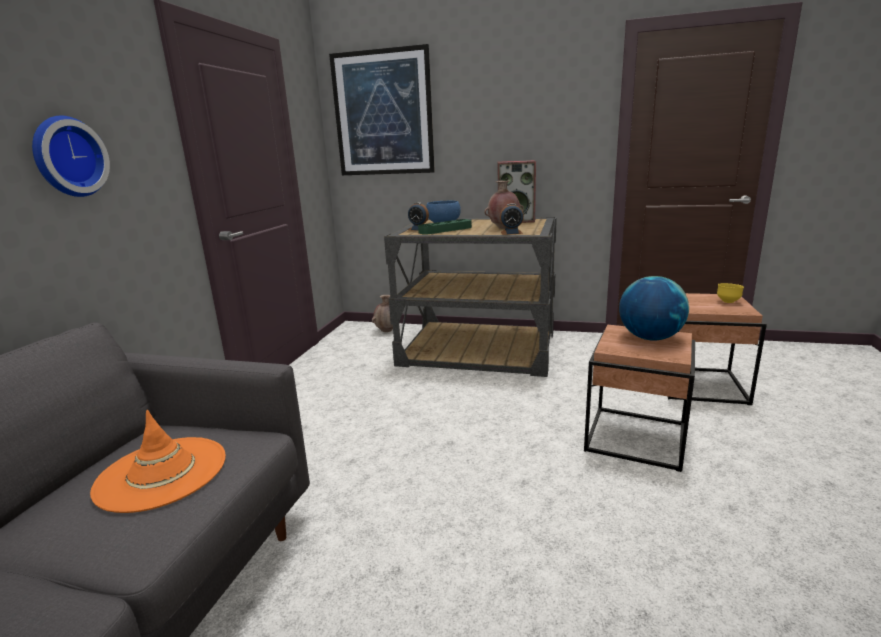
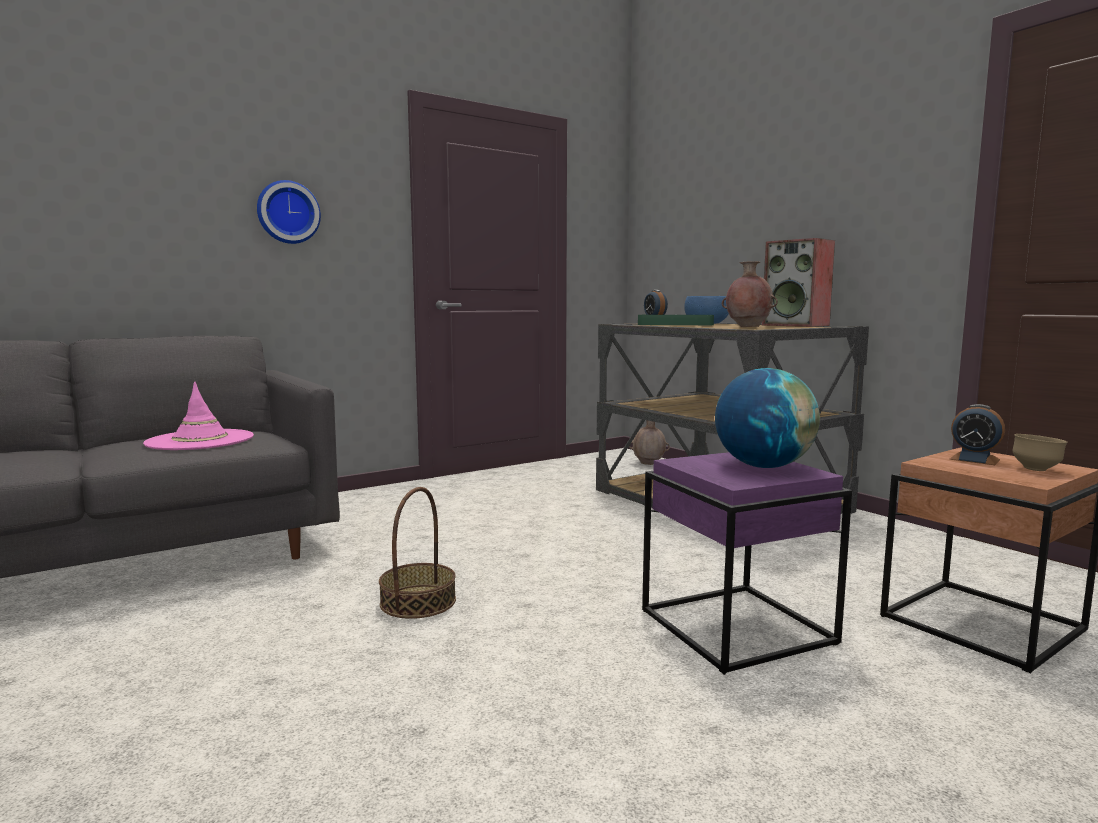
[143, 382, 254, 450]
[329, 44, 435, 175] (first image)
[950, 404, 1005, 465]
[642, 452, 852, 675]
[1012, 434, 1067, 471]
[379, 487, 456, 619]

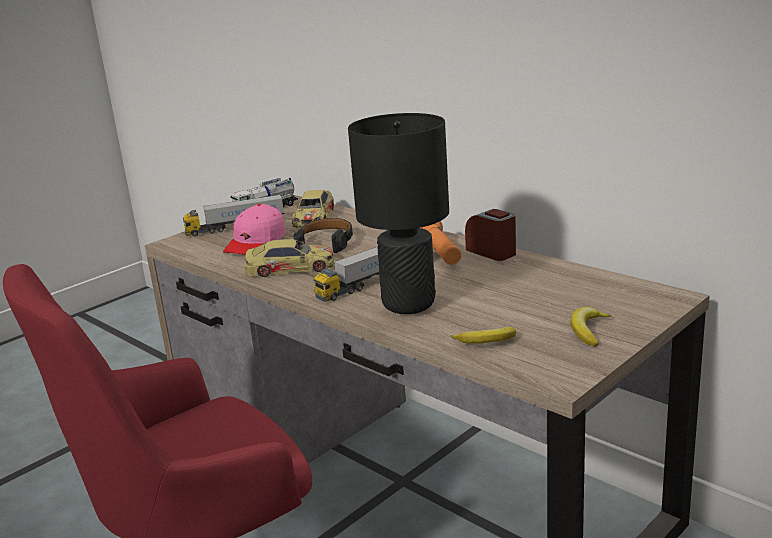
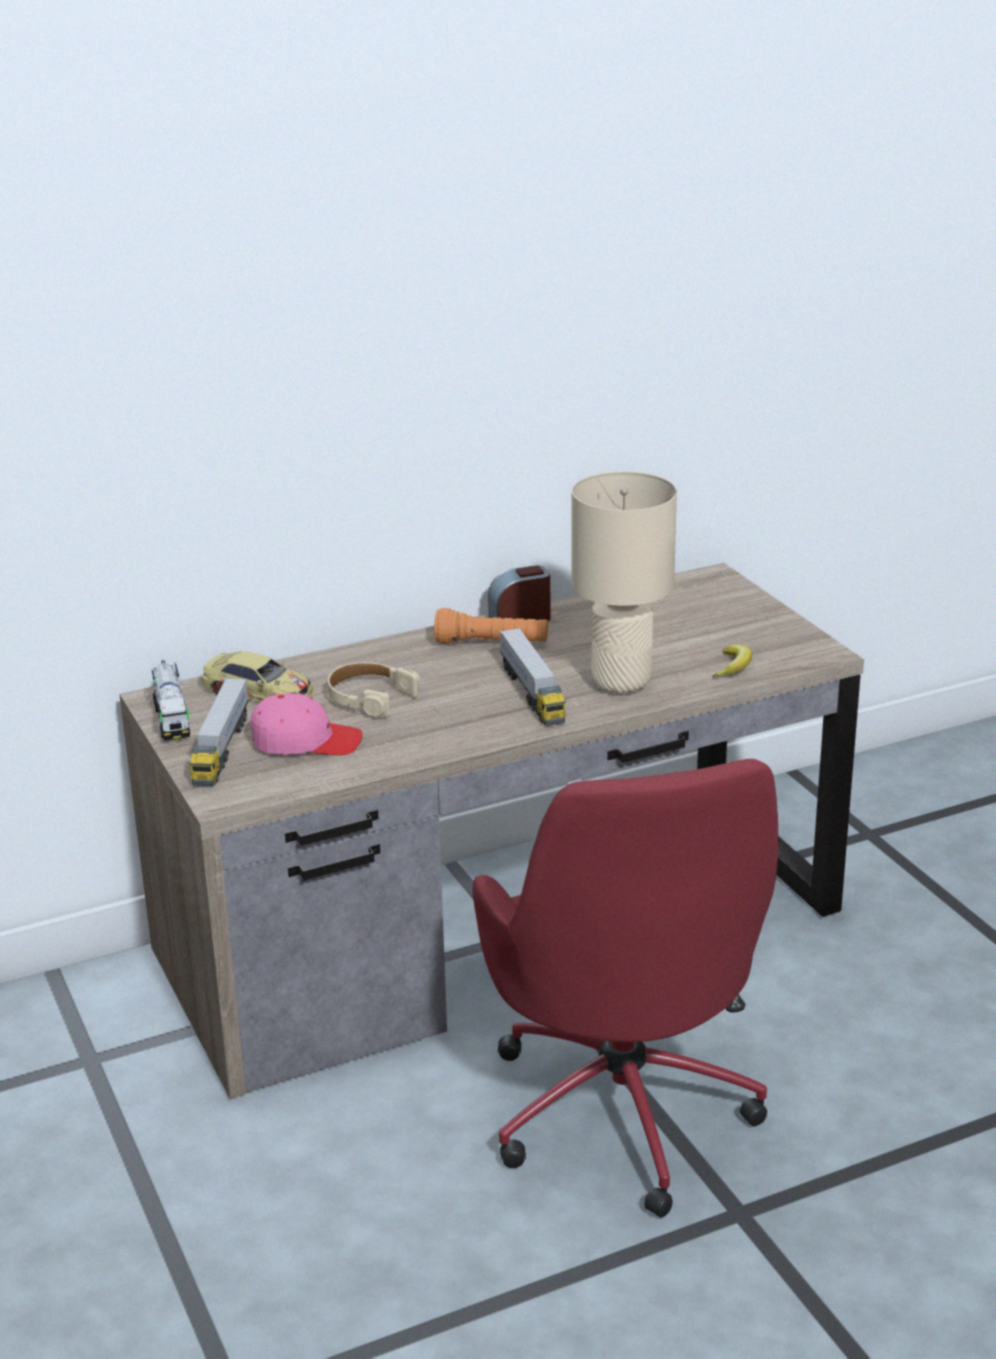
[251, 693, 362, 755]
[244, 239, 335, 277] (first image)
[328, 662, 420, 718]
[572, 471, 677, 693]
[571, 307, 612, 347] (first image)

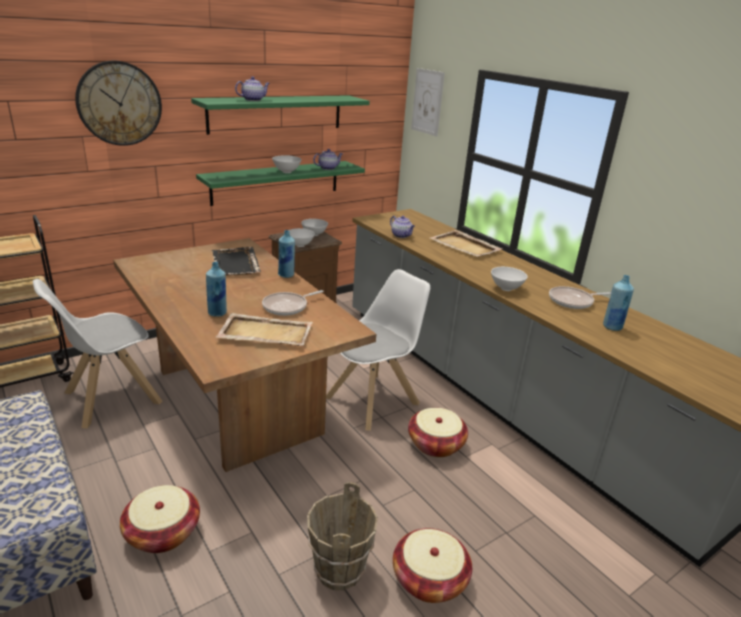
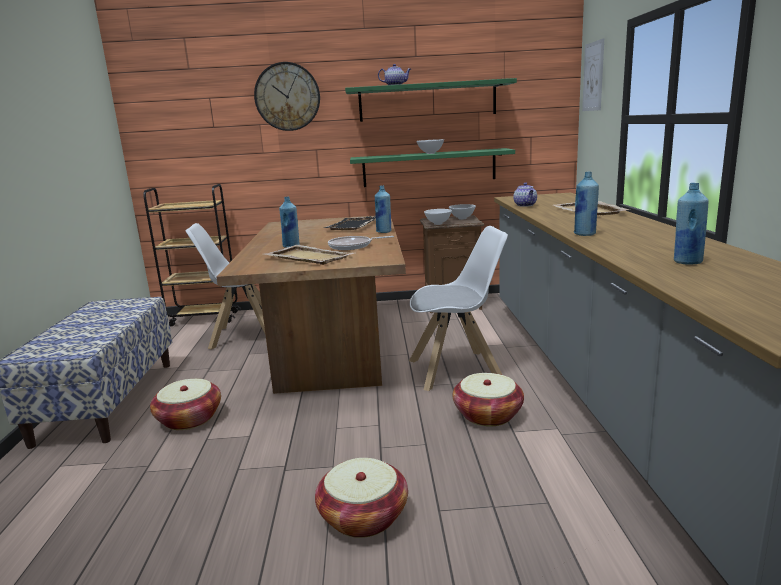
[307, 482, 378, 590] (first image)
[313, 149, 343, 170] (first image)
[574, 172, 599, 236]
[549, 286, 611, 309] (first image)

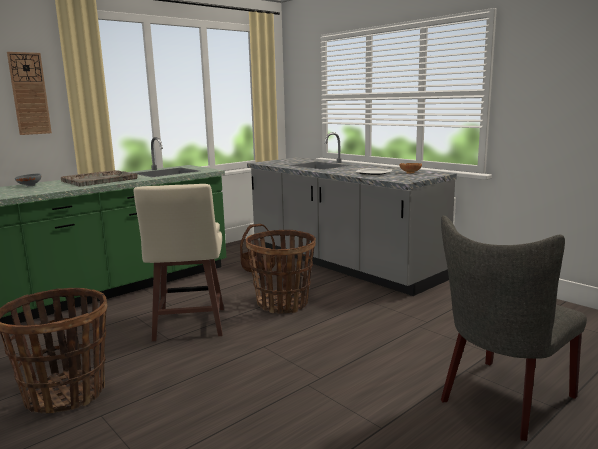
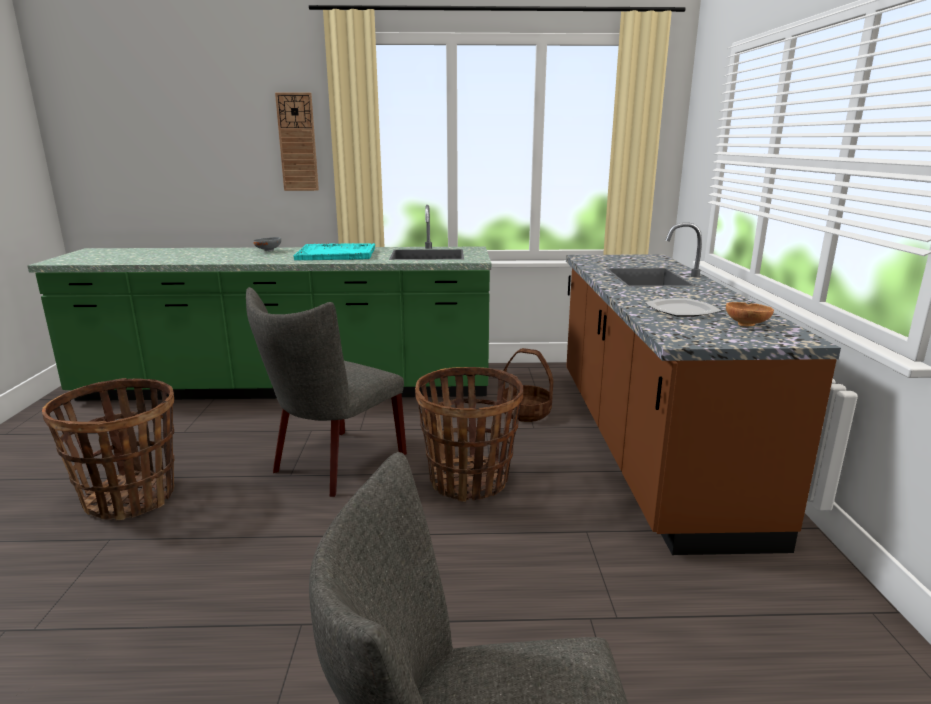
[294, 243, 375, 260]
[246, 287, 407, 497]
[566, 222, 841, 555]

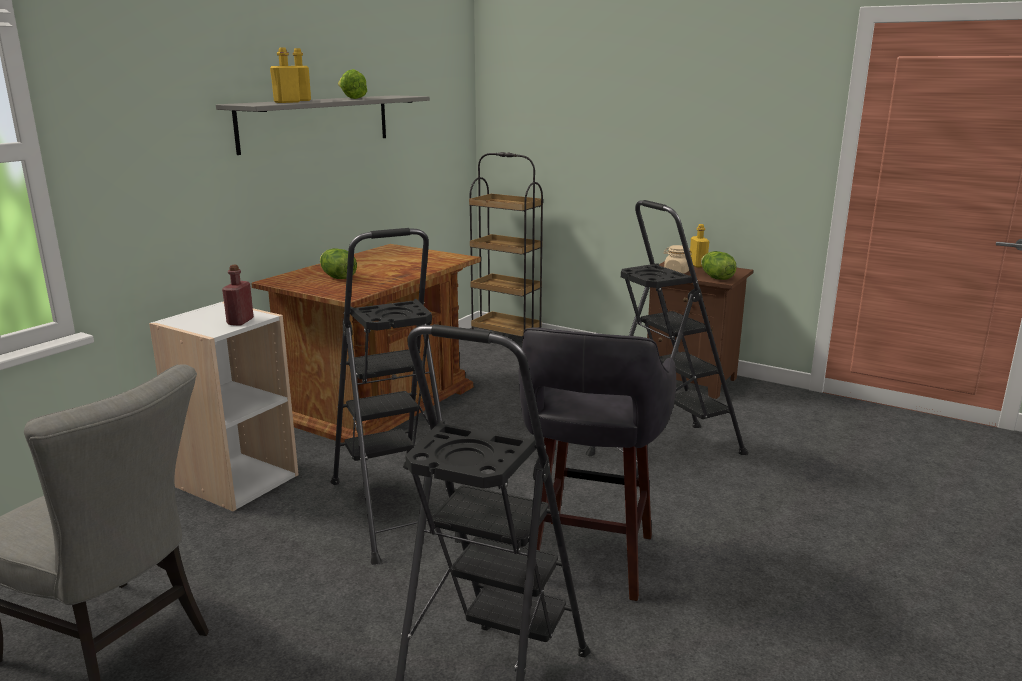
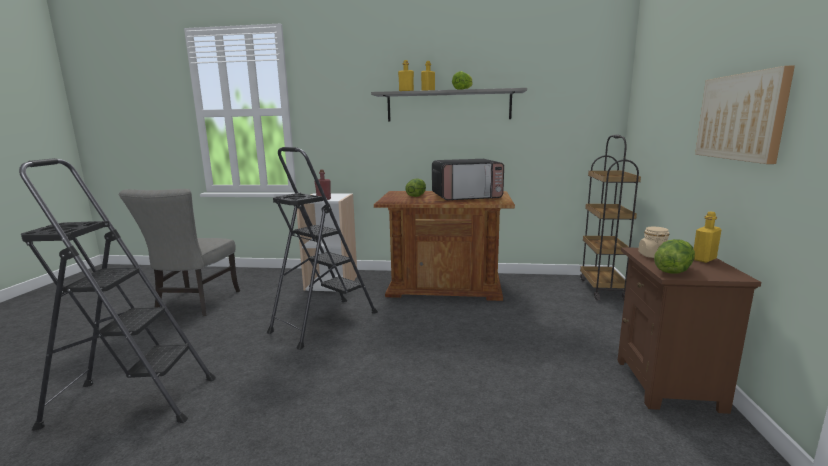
[519, 328, 676, 601] (first image)
[586, 200, 749, 477] (first image)
[432, 159, 504, 200]
[695, 65, 795, 164]

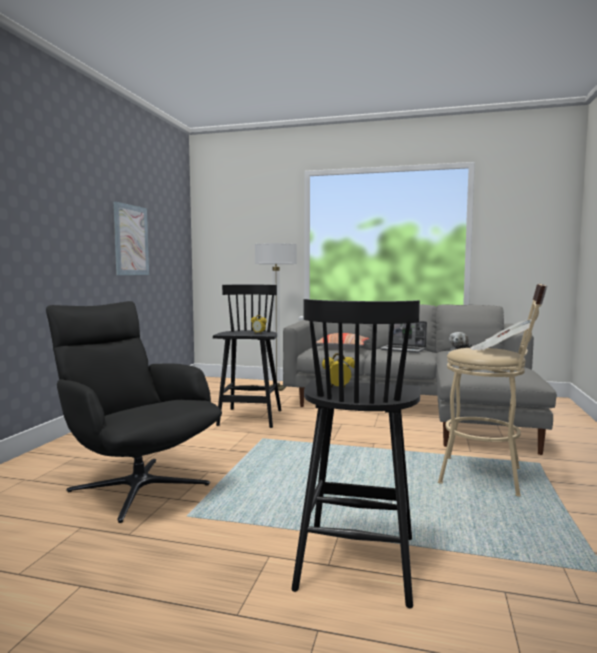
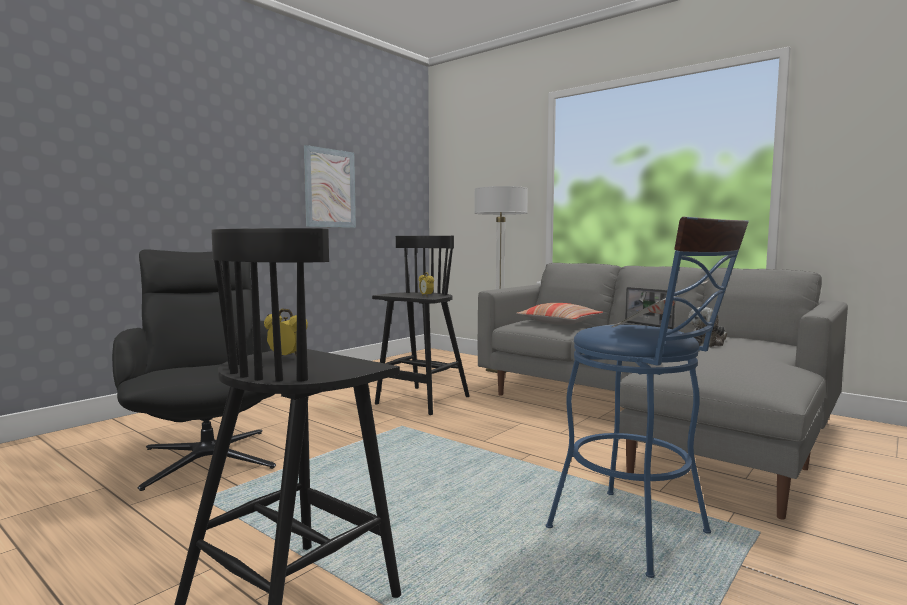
[546, 217, 749, 578]

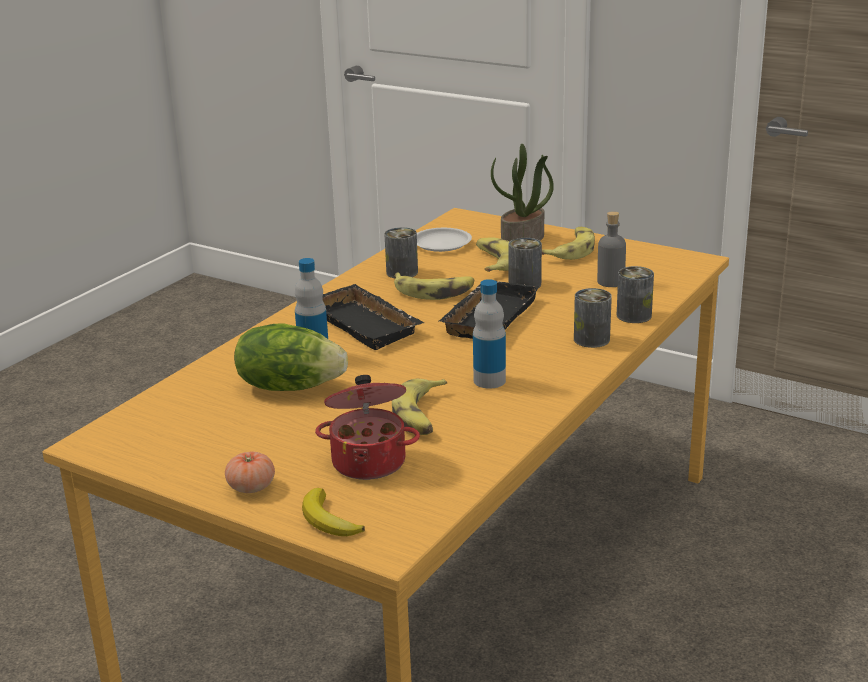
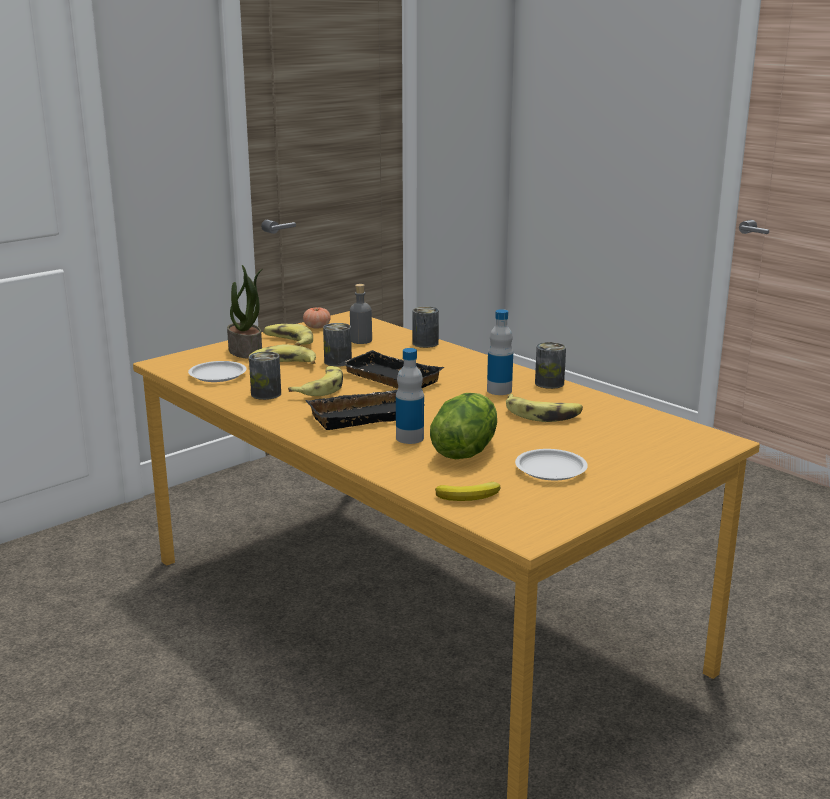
[303, 307, 331, 329]
[435, 482, 500, 501]
[315, 375, 420, 480] (first image)
[535, 342, 566, 389]
[515, 449, 588, 480]

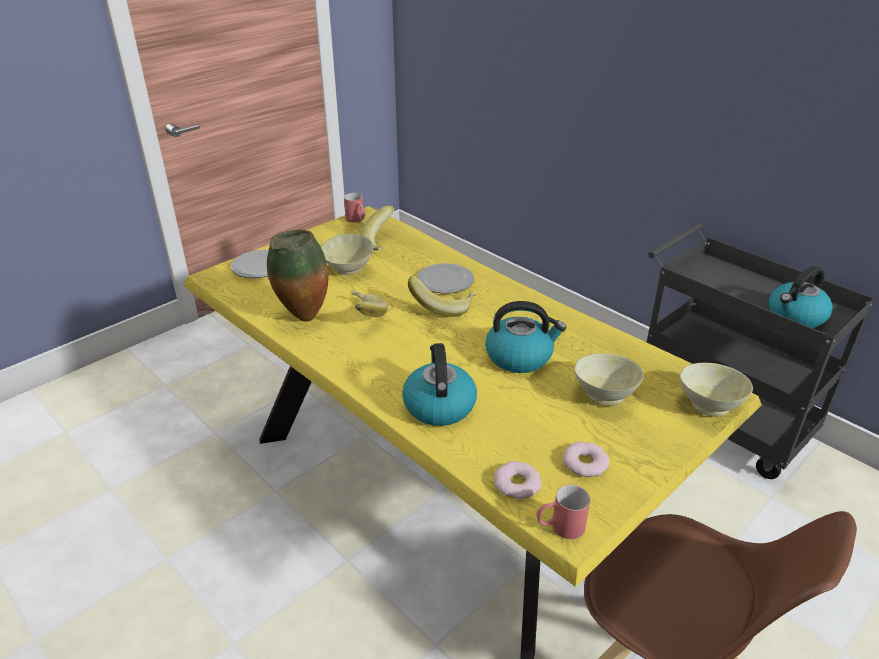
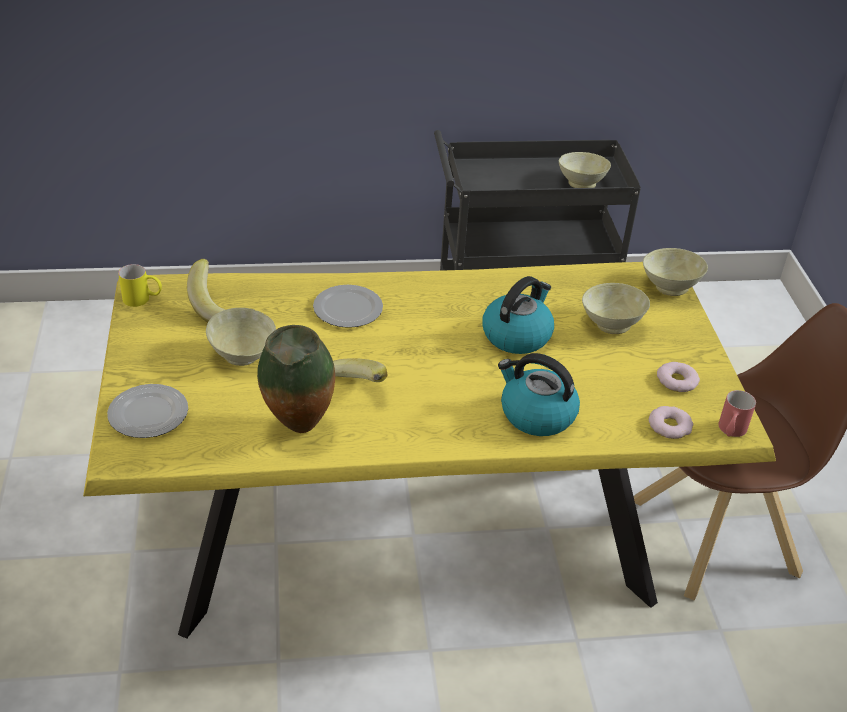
[118, 264, 162, 307]
[408, 276, 476, 317] (first image)
[558, 152, 611, 188]

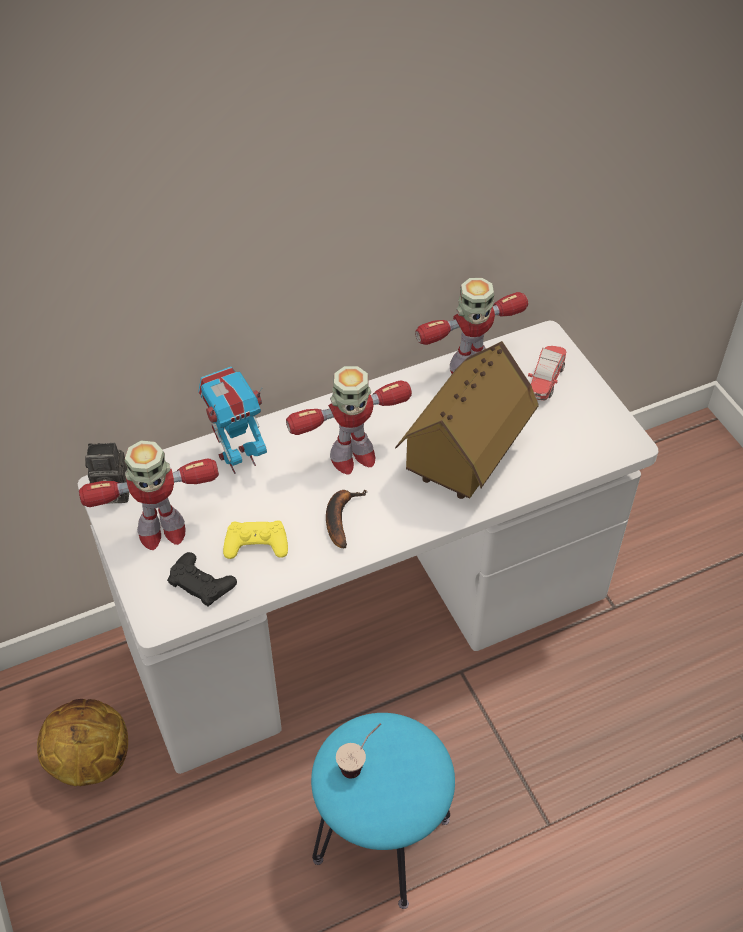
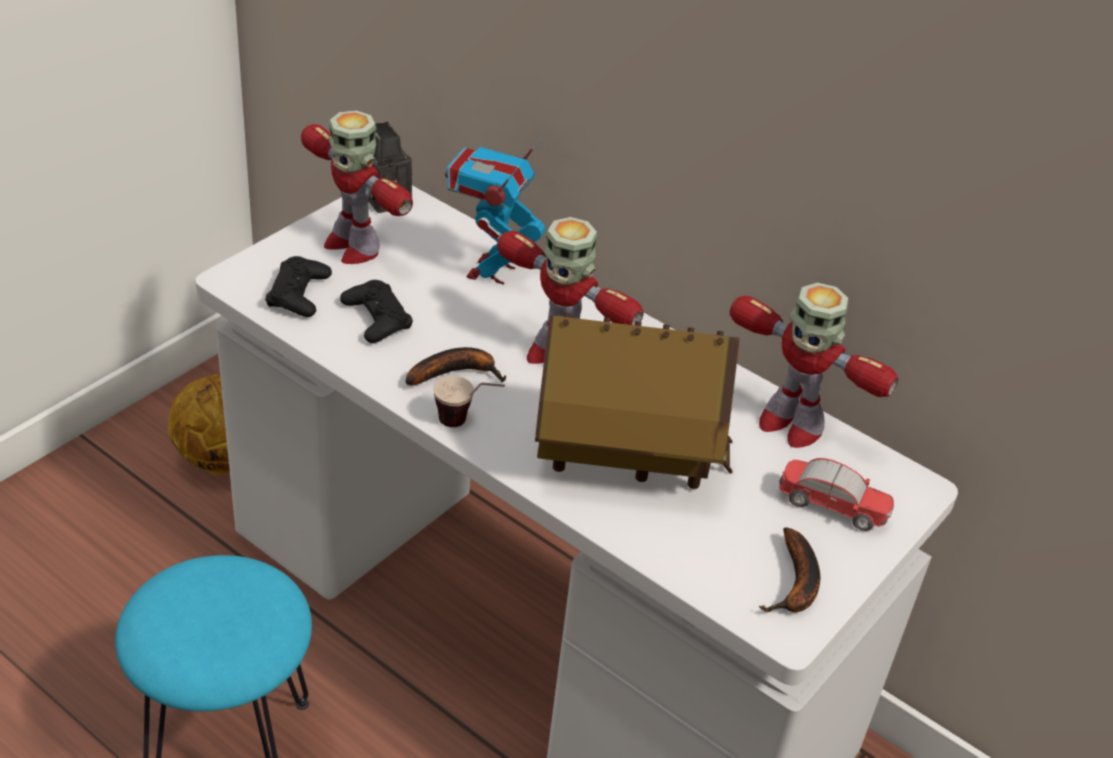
[445, 137, 545, 285]
[340, 280, 413, 343]
[433, 376, 505, 427]
[779, 458, 894, 531]
[759, 527, 820, 613]

